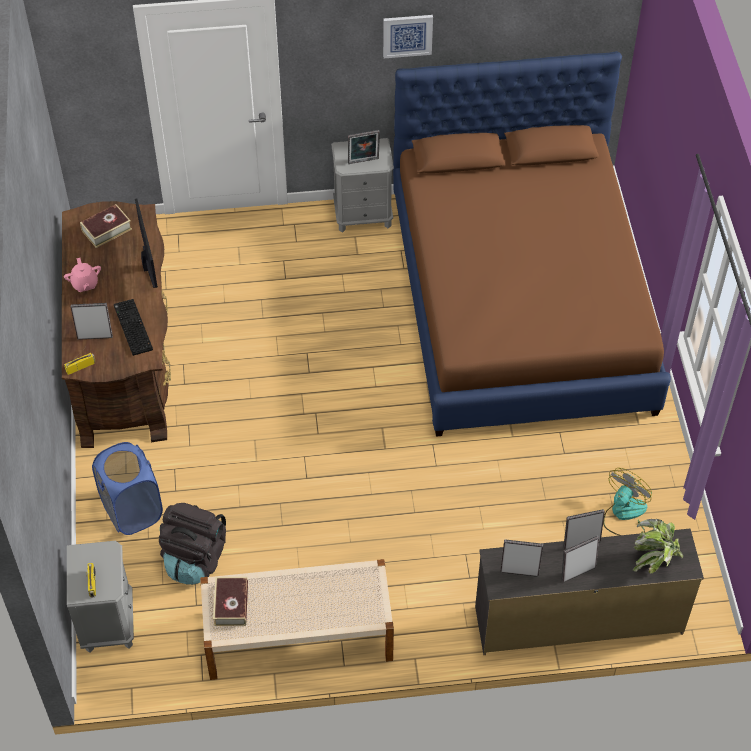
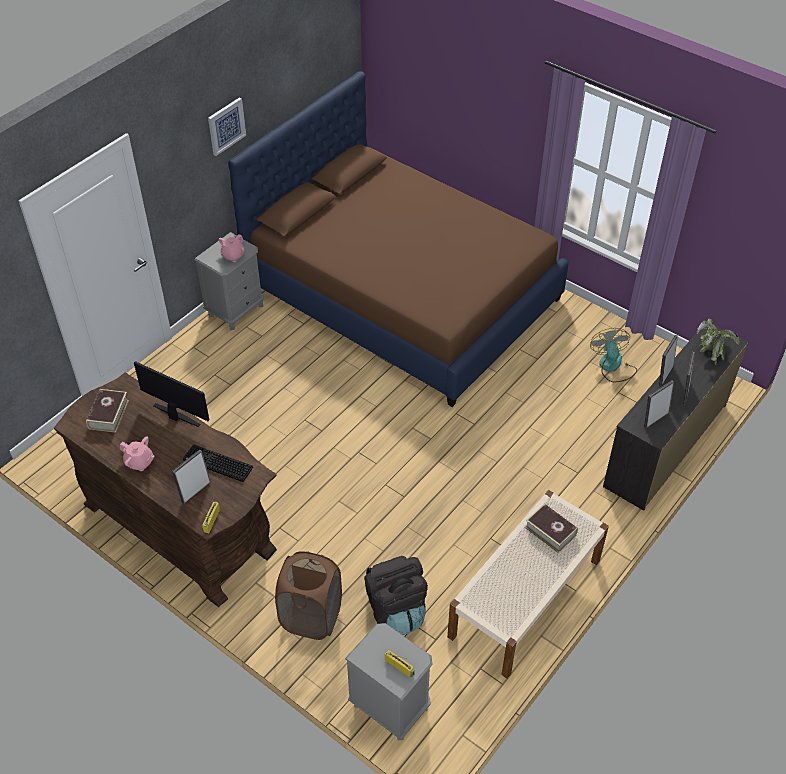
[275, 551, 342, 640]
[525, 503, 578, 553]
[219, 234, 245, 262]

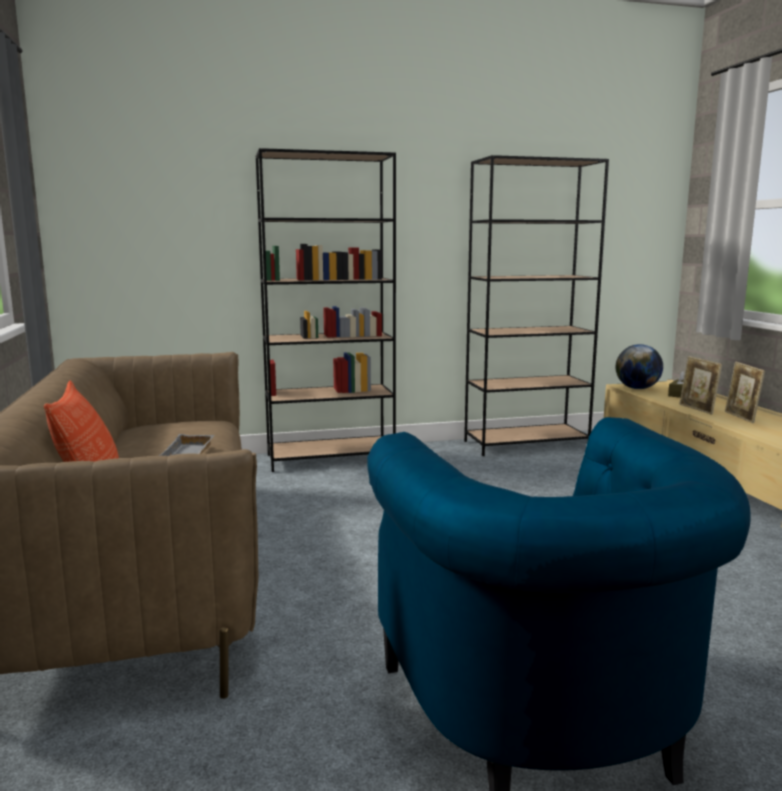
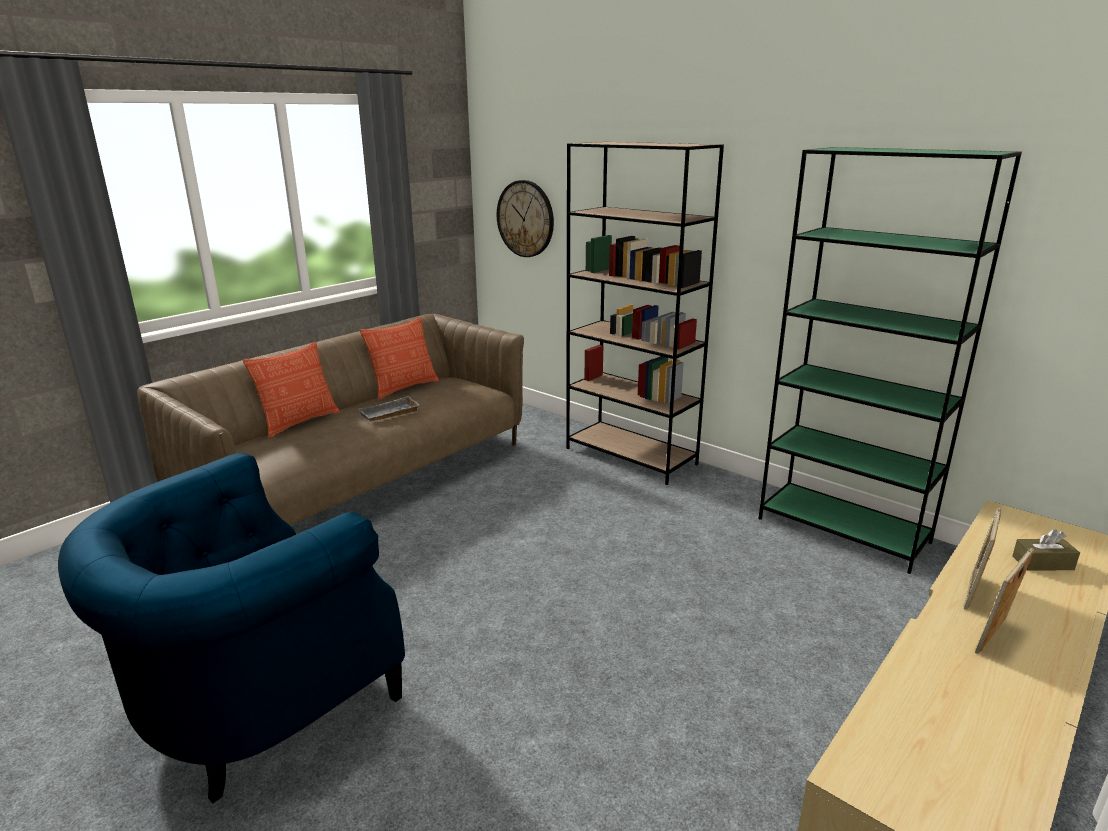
[759, 147, 1022, 574]
[616, 344, 663, 389] (first image)
[360, 317, 439, 399]
[497, 180, 554, 257]

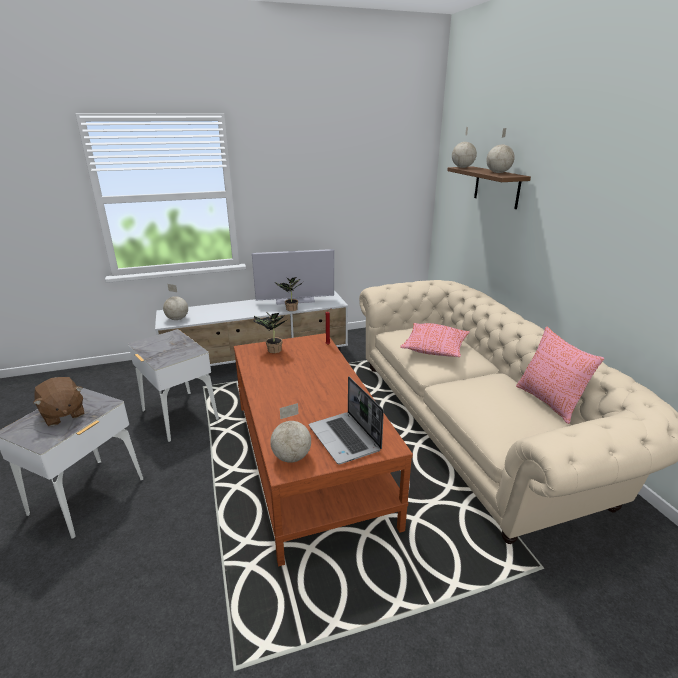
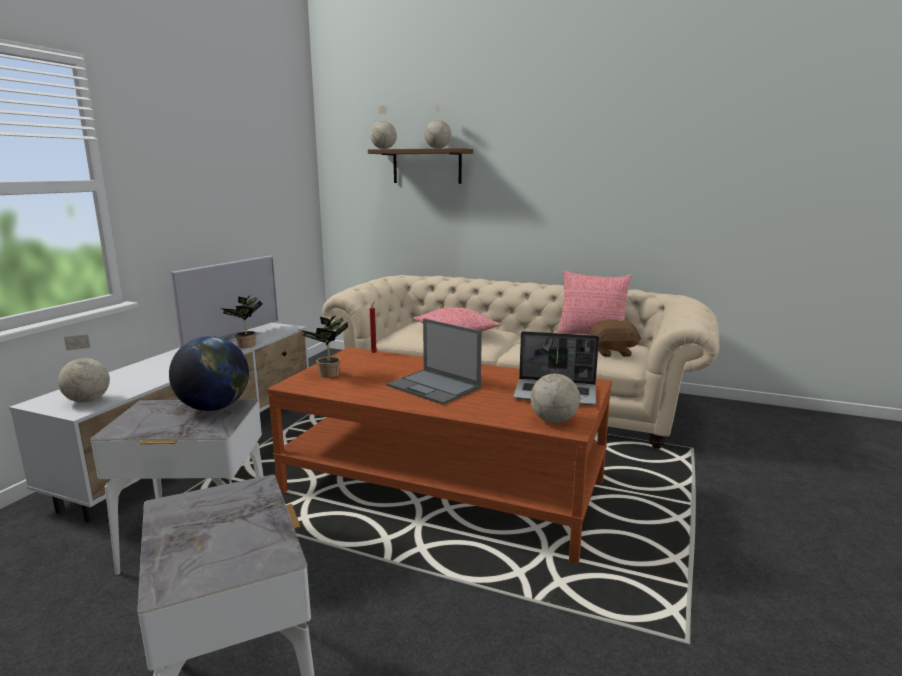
[590, 319, 641, 357]
[169, 336, 249, 411]
[386, 319, 482, 405]

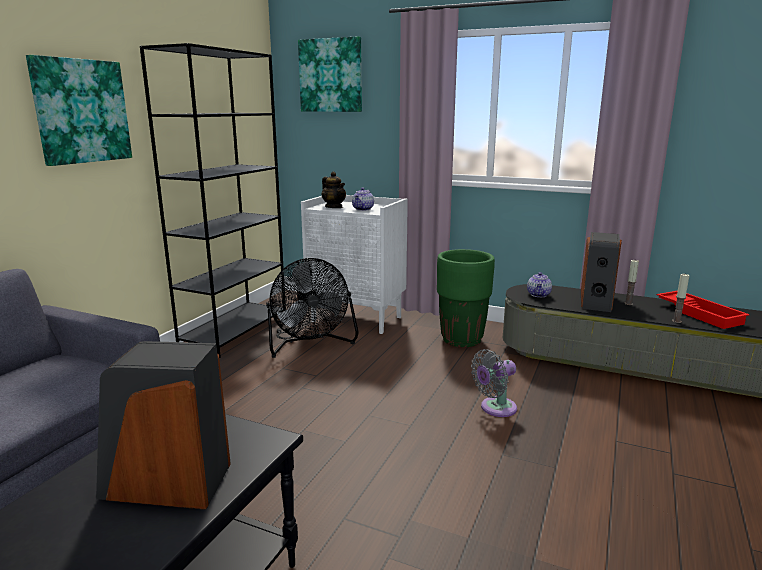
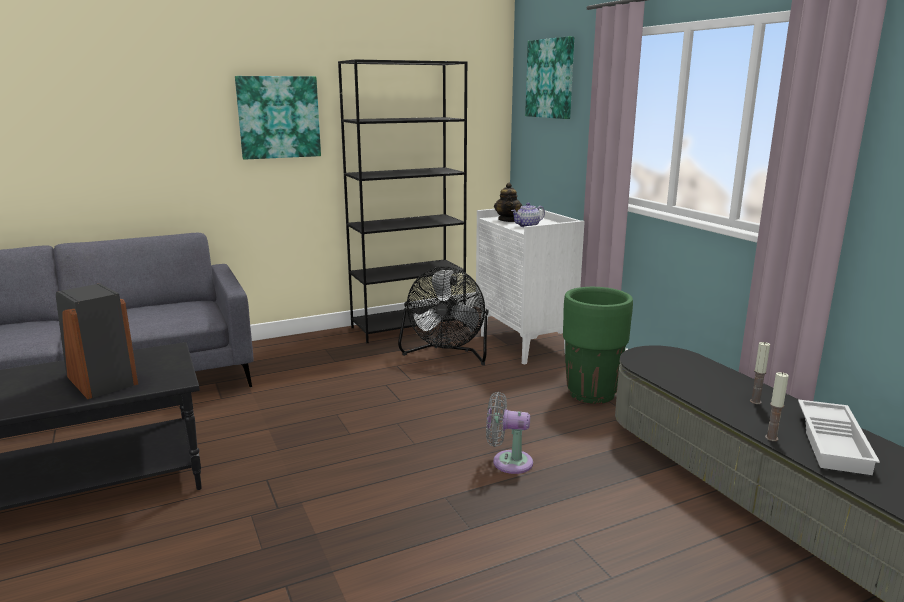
[527, 272, 552, 297] (first image)
[581, 232, 622, 312] (first image)
[798, 399, 880, 475]

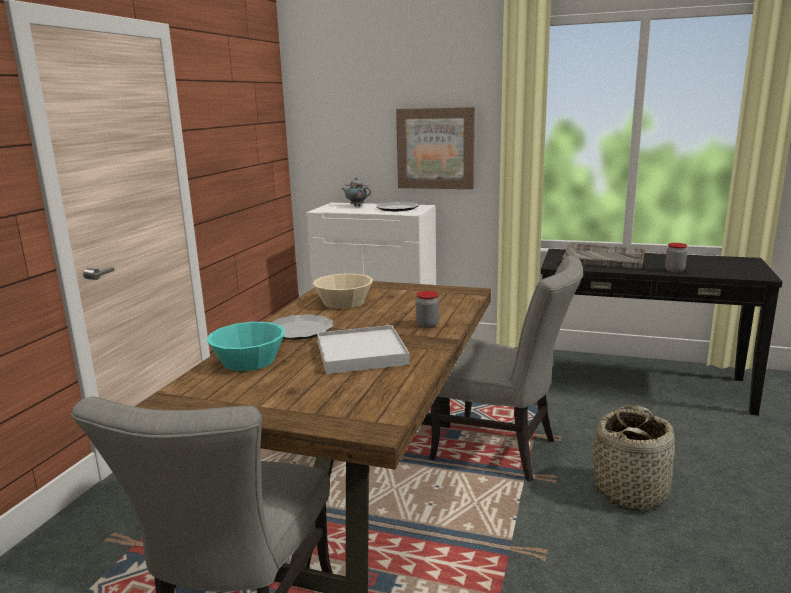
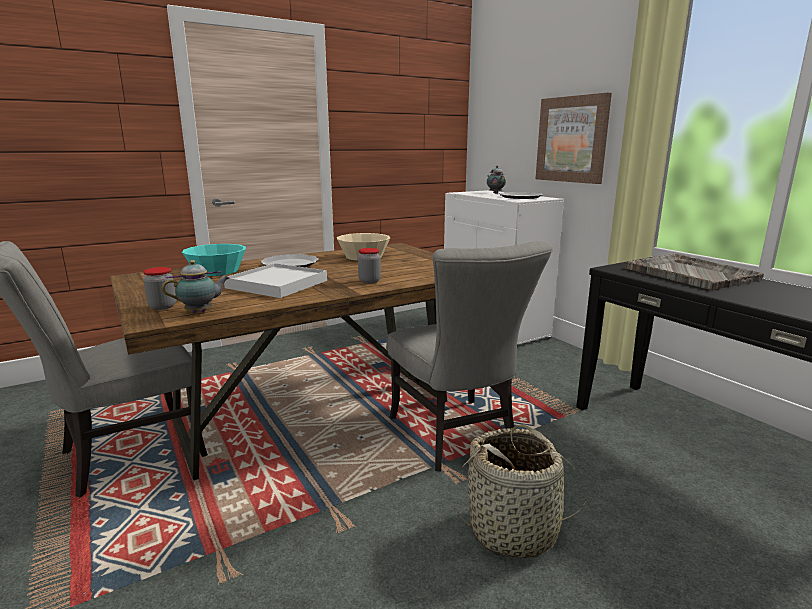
[143, 267, 176, 310]
[162, 260, 229, 313]

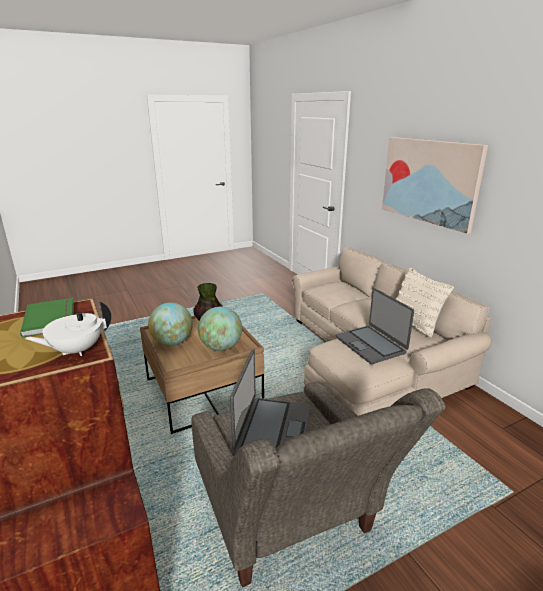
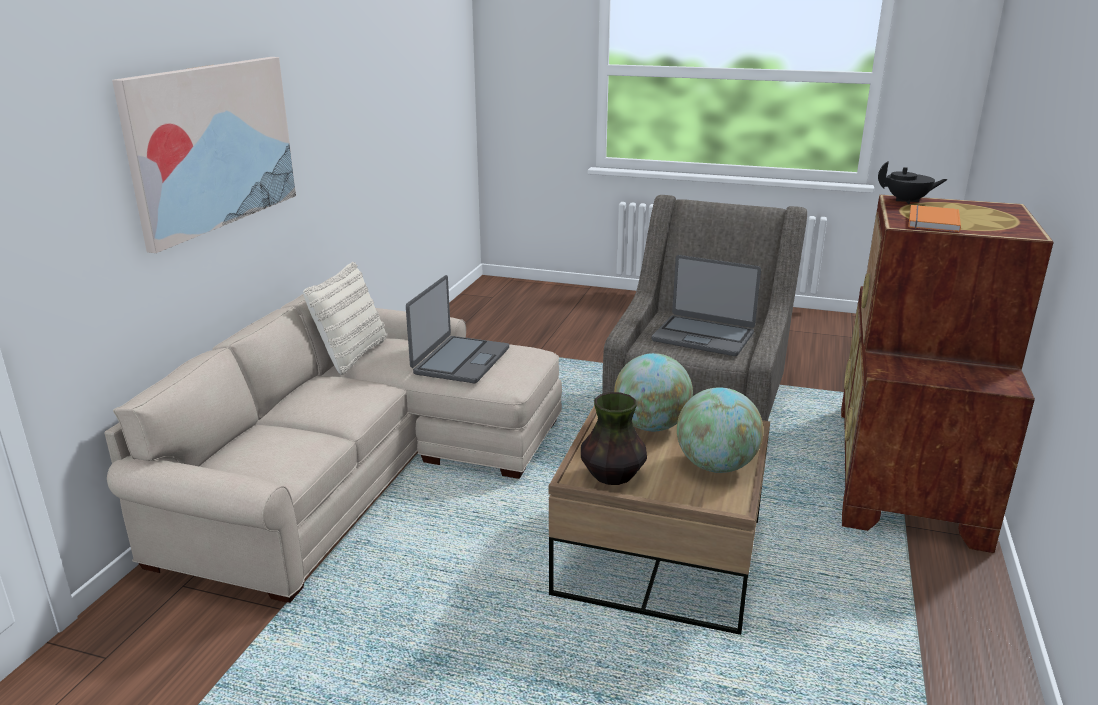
[908, 205, 961, 232]
[878, 161, 948, 204]
[651, 255, 761, 356]

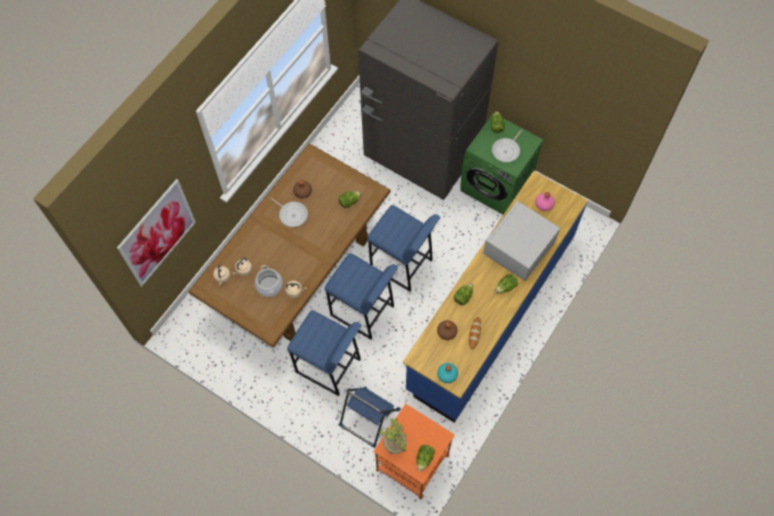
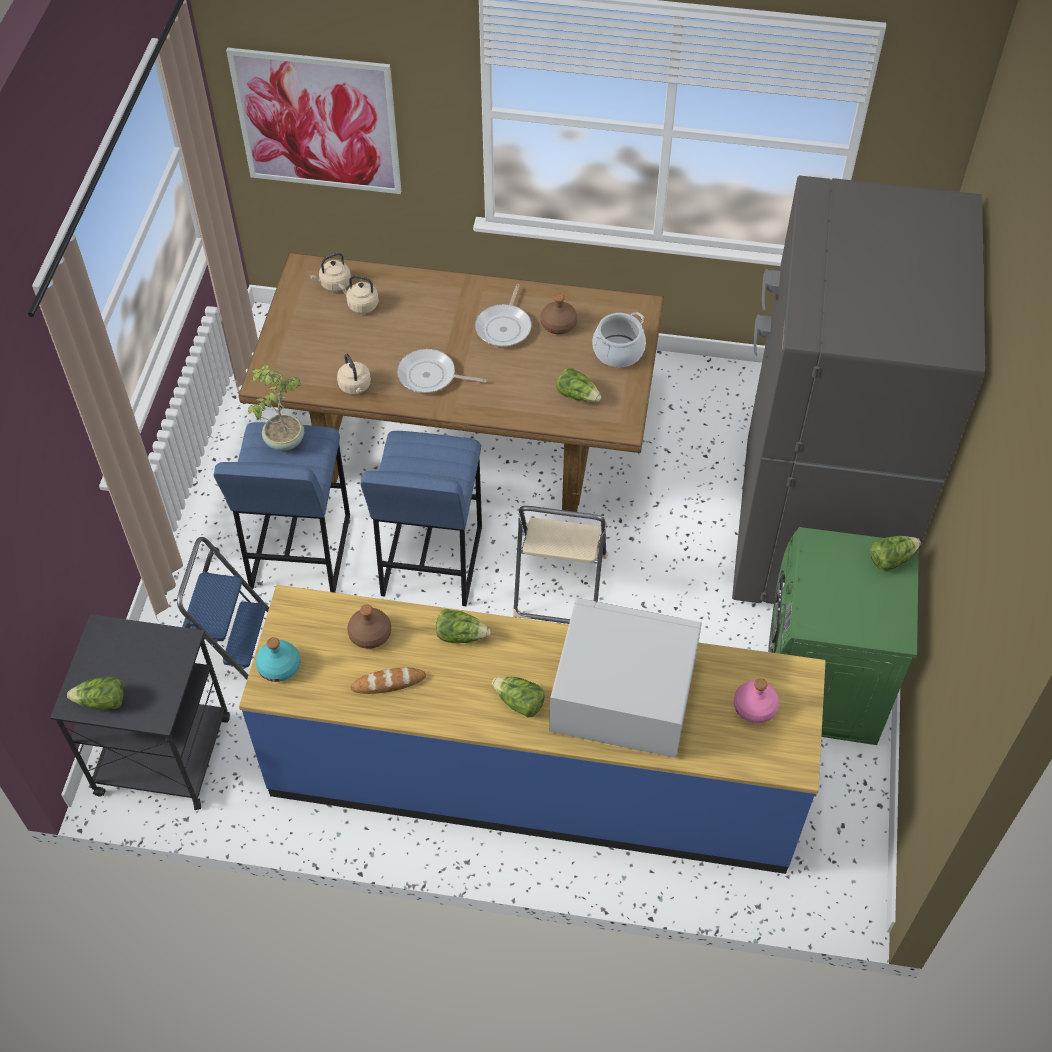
[592, 312, 646, 367]
[513, 506, 609, 624]
[50, 614, 230, 810]
[248, 364, 304, 451]
[397, 349, 486, 393]

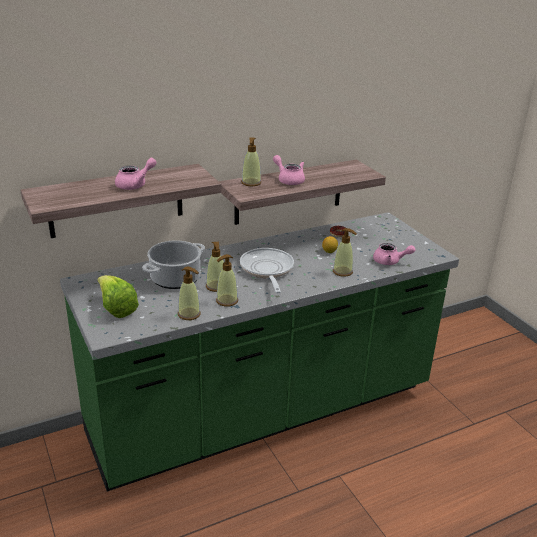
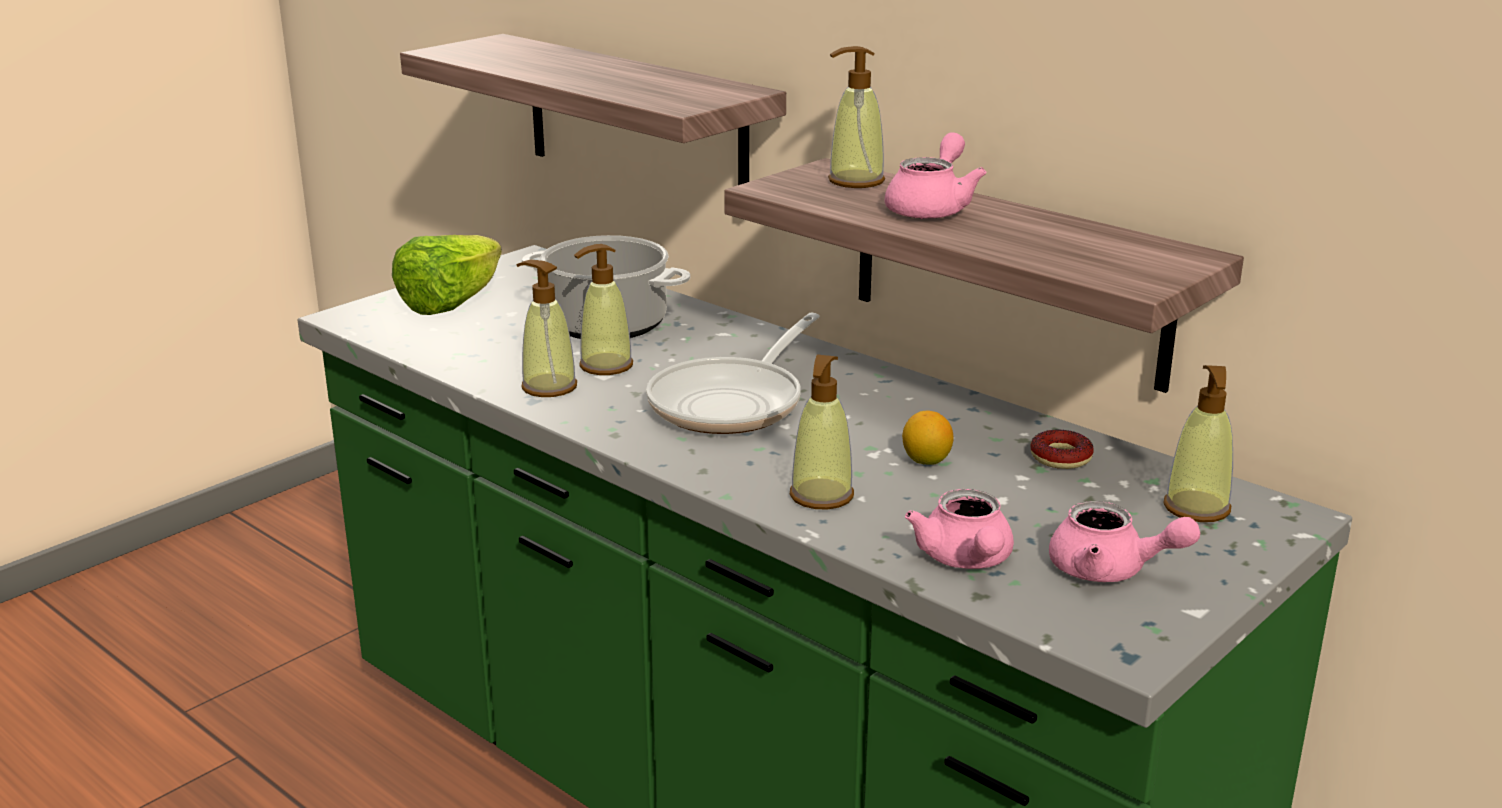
[1049, 501, 1200, 582]
[1164, 365, 1233, 522]
[646, 313, 820, 434]

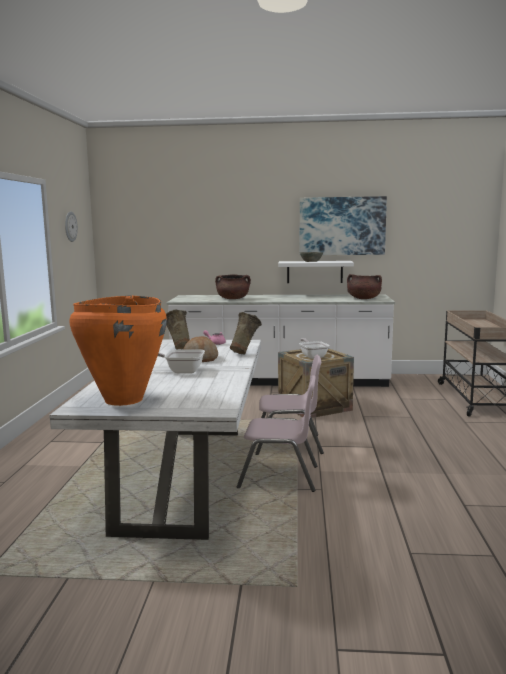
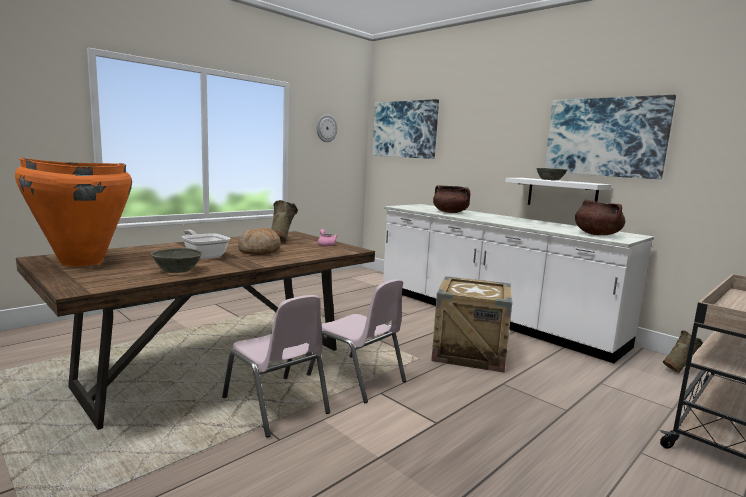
[16, 231, 375, 430]
[663, 330, 703, 373]
[299, 338, 330, 359] (first image)
[151, 248, 202, 273]
[372, 99, 439, 159]

